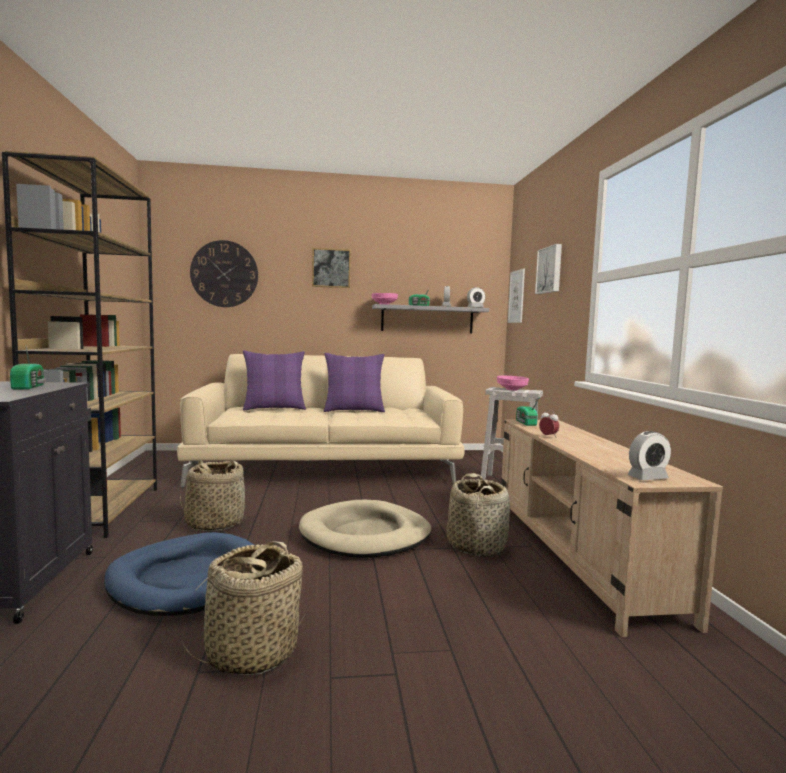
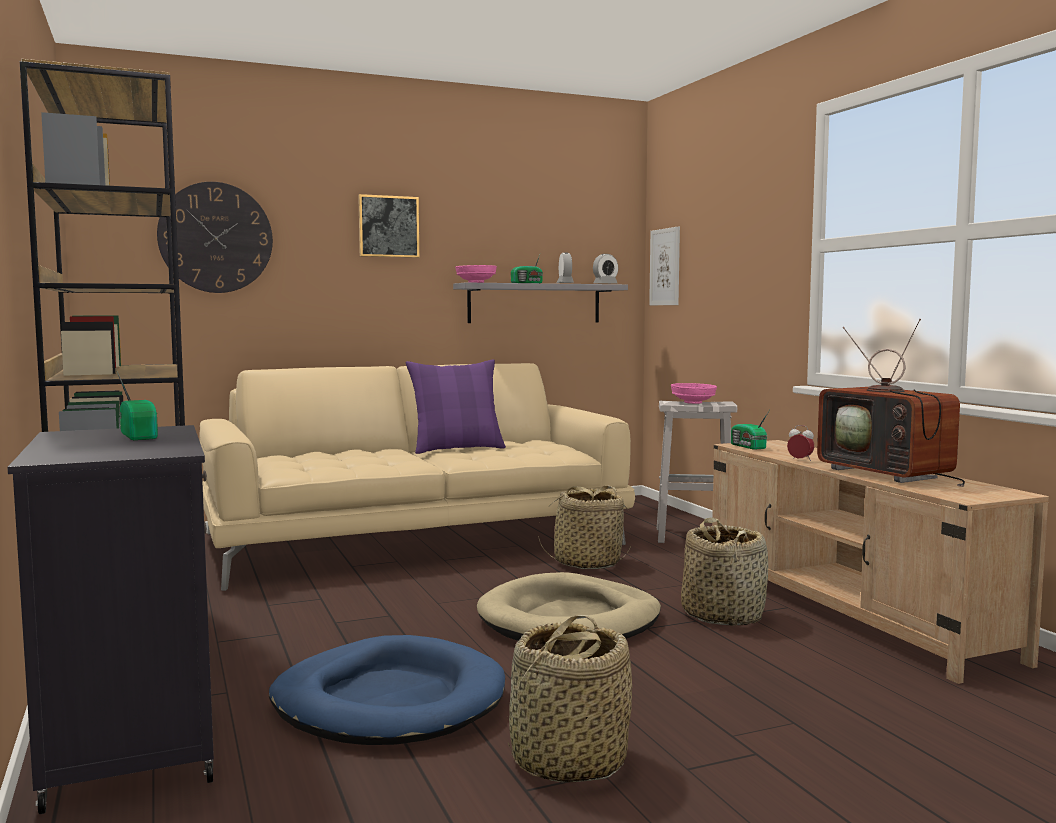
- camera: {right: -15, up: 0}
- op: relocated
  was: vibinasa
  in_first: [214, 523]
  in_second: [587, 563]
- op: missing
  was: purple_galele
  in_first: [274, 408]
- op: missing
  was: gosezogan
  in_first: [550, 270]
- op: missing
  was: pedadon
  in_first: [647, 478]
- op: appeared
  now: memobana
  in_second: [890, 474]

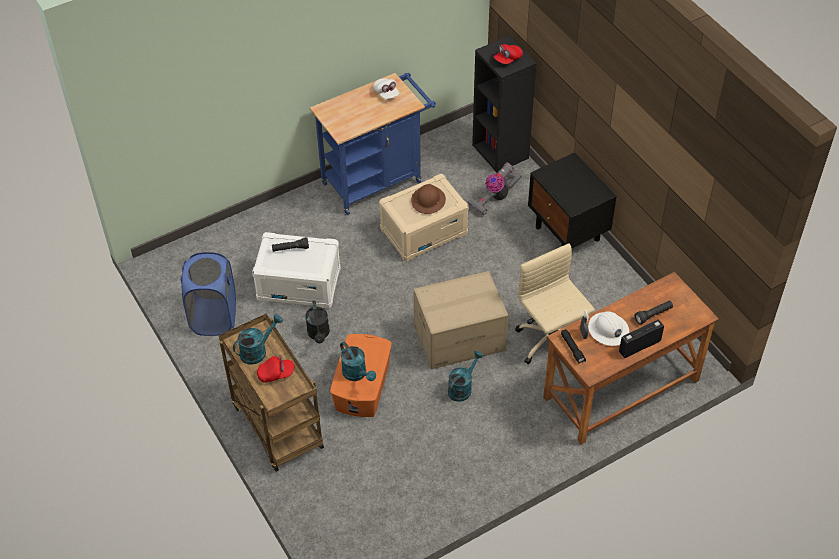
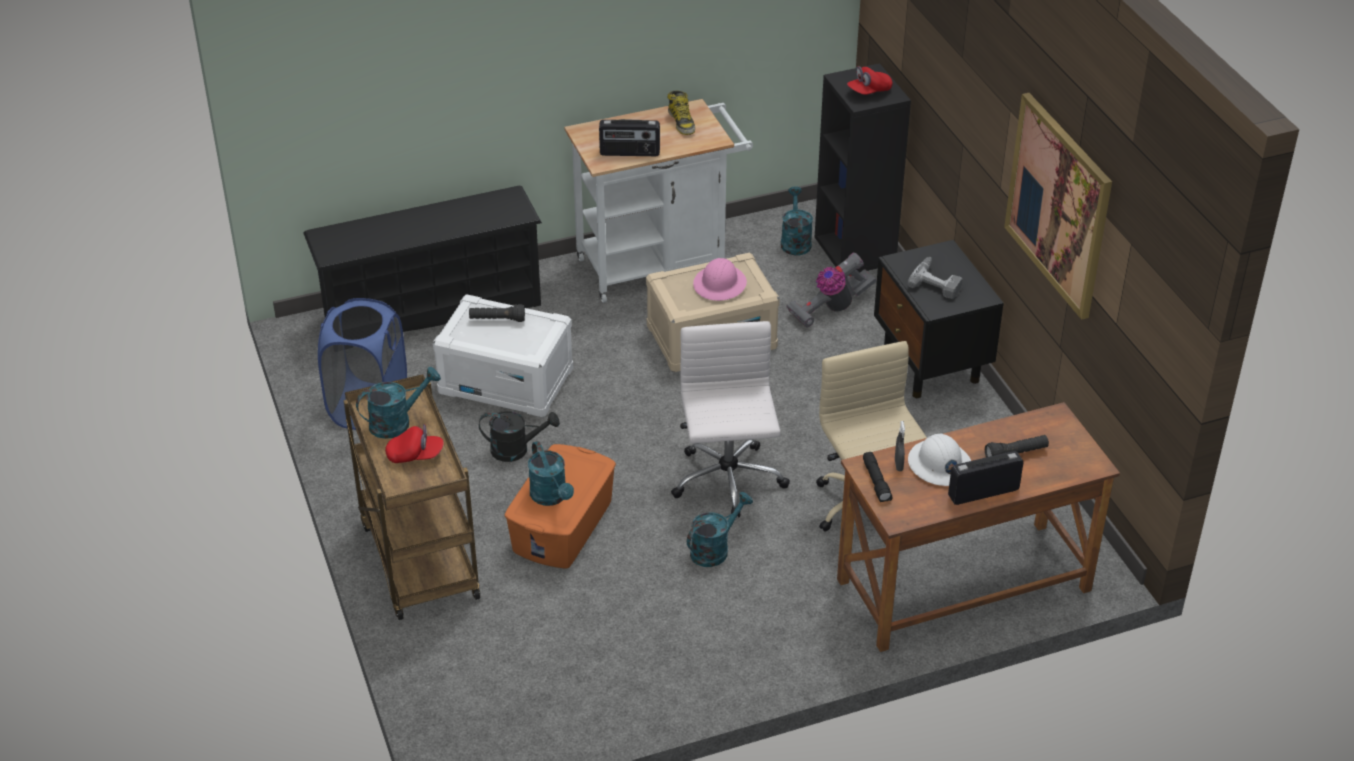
- camera: {right: 10, up: -10}
- op: spun
  was: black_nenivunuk
  in_first: [319, 334]
  in_second: [516, 450]
  clockwise: -90
- op: colour
  was: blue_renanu
  now: white_renanu
  in_first: [377, 180]
  in_second: [659, 264]
- op: exchanged
  was: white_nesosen
  now: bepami
  in_first: [386, 93]
  in_second: [681, 122]
- op: colour
  was: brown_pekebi
  now: pink_pekebi
  in_first: [428, 201]
  in_second: [720, 284]
- op: exchanged
  was: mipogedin
  now: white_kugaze
  in_first: [459, 337]
  in_second: [728, 481]
- op: appeared
  now: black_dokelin
  in_second: [431, 309]
- op: appeared
  now: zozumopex
  in_second: [629, 153]
- op: appeared
  now: turquoise_nenivunuk
  in_second: [795, 241]
- op: appeared
  now: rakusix
  in_second: [937, 282]
- op: appeared
  now: gosezogan
  in_second: [1058, 204]

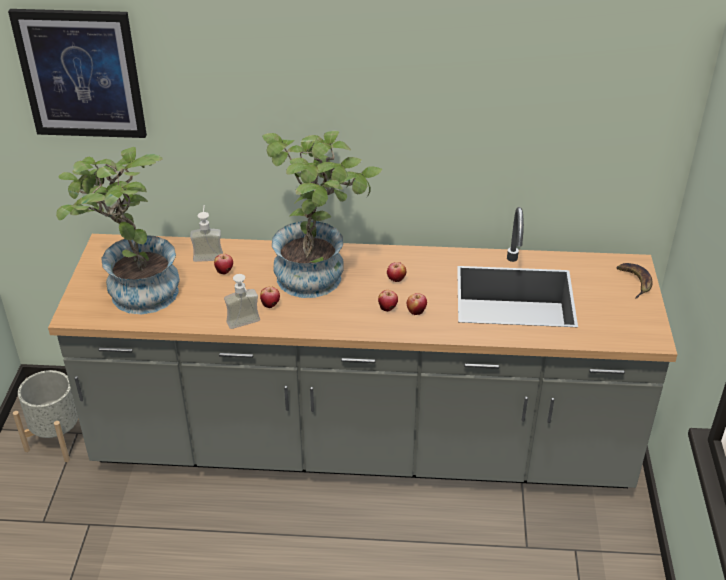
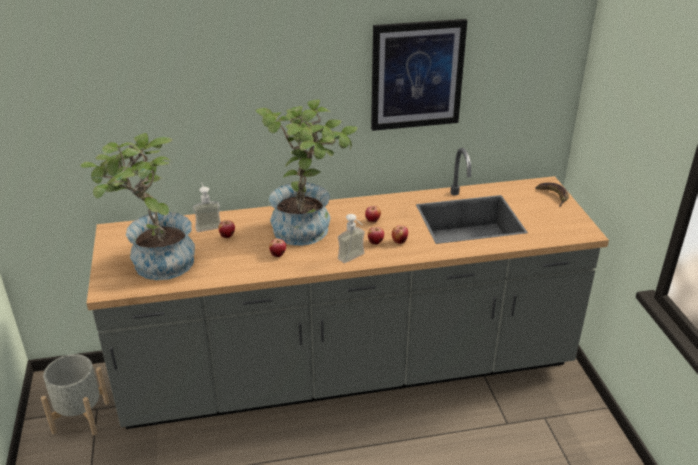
- camera: {right: -15, up: -5}
- op: relocated
  was: gosezogan
  in_first: [81, 74]
  in_second: [417, 75]
- op: relocated
  was: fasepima
  in_first: [245, 325]
  in_second: [354, 259]

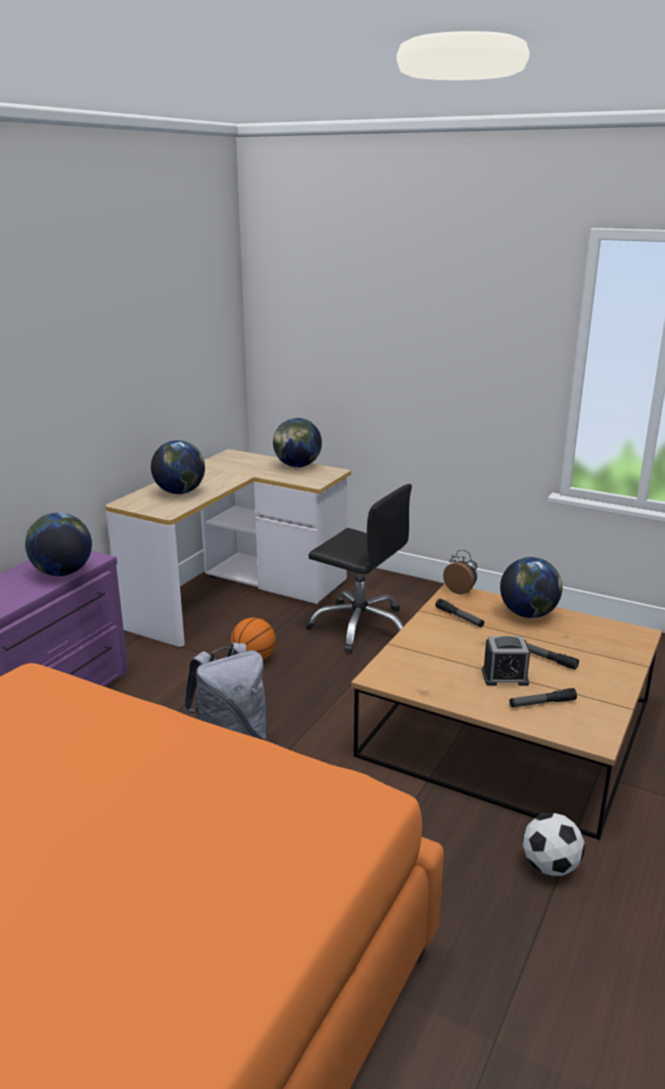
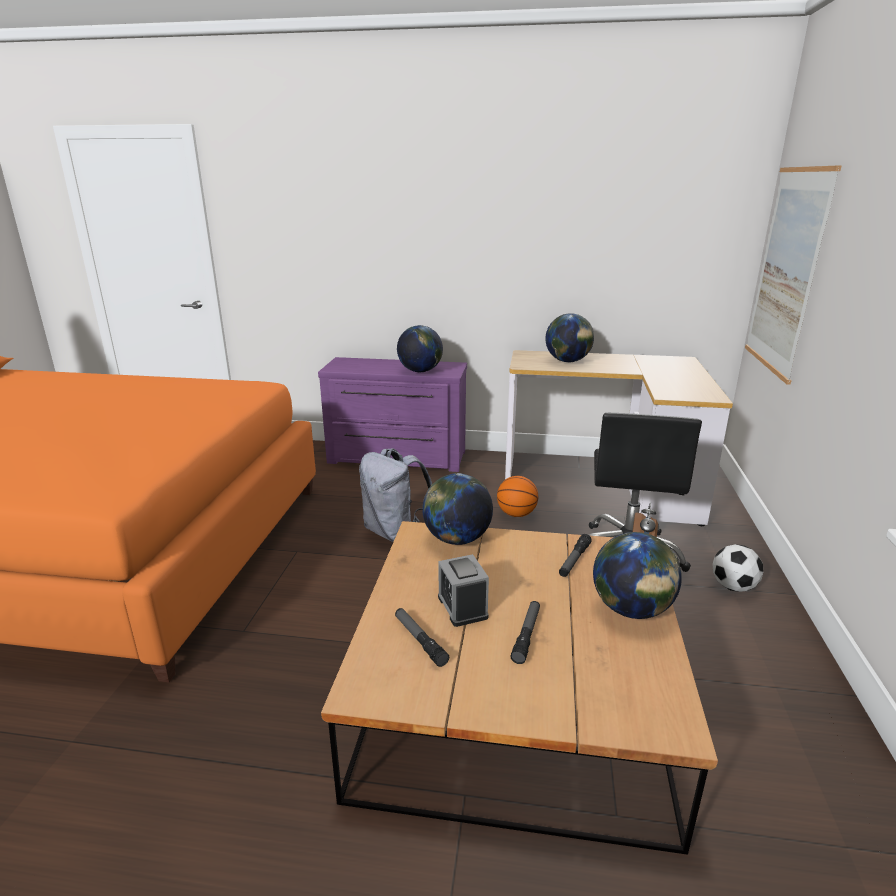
- camera: {right: 70, up: 0}
- op: relocated
  was: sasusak
  in_first: [297, 466]
  in_second: [457, 539]
- op: relocated
  was: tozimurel
  in_first: [550, 866]
  in_second: [733, 587]
- op: appeared
  now: gosezogan
  in_second: [787, 271]

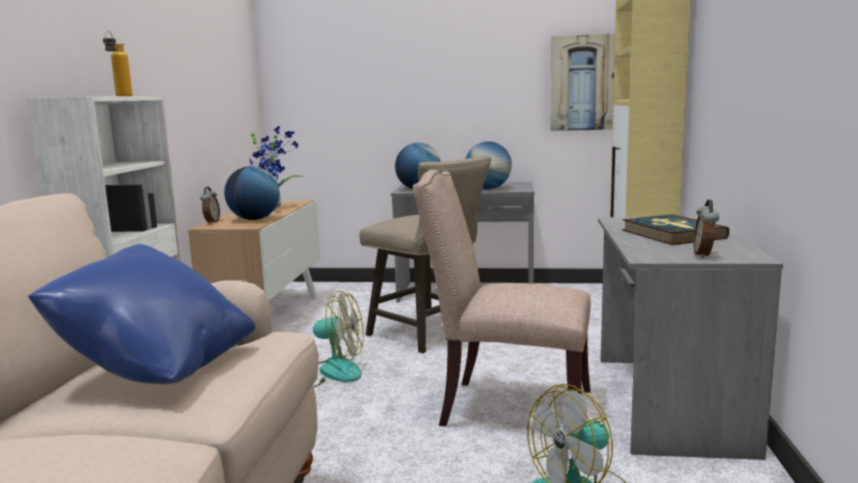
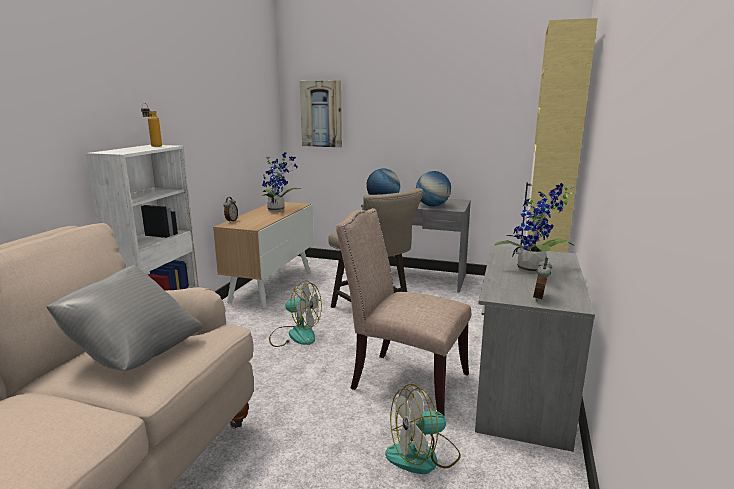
- camera: {right: 10, up: 5}
- op: colour
  was: blue_galele
  now: grey_galele
  in_first: [157, 367]
  in_second: [133, 351]
- op: missing
  was: sasusak
  in_first: [254, 219]
- op: relocated
  was: gosezogan
  in_first: [581, 83]
  in_second: [321, 114]
- op: exchanged
  was: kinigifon
  now: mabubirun
  in_first: [672, 234]
  in_second: [533, 271]

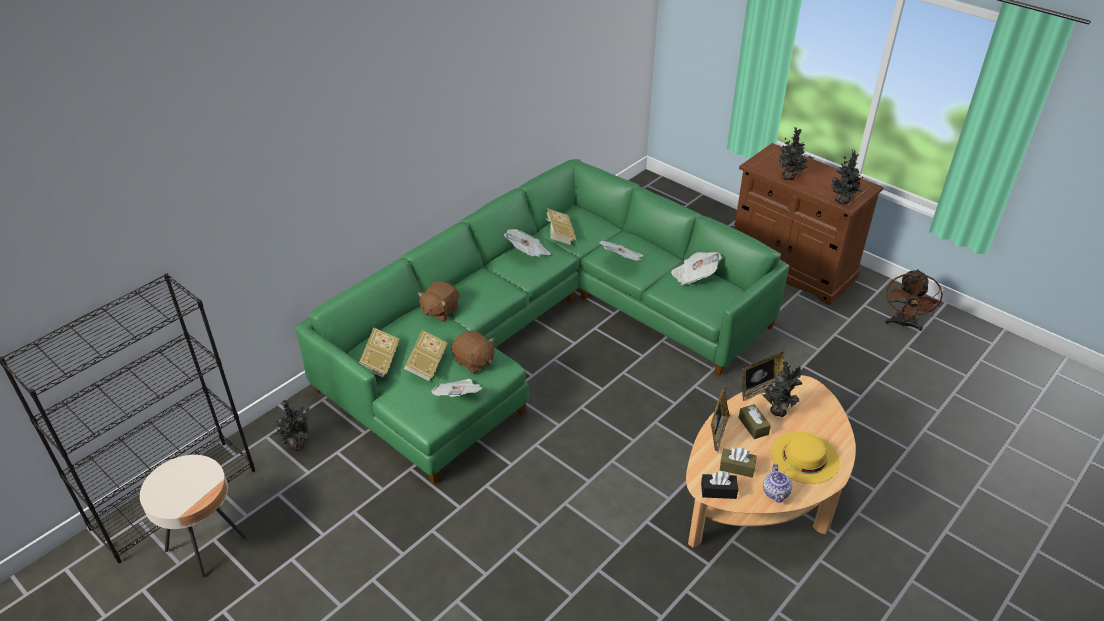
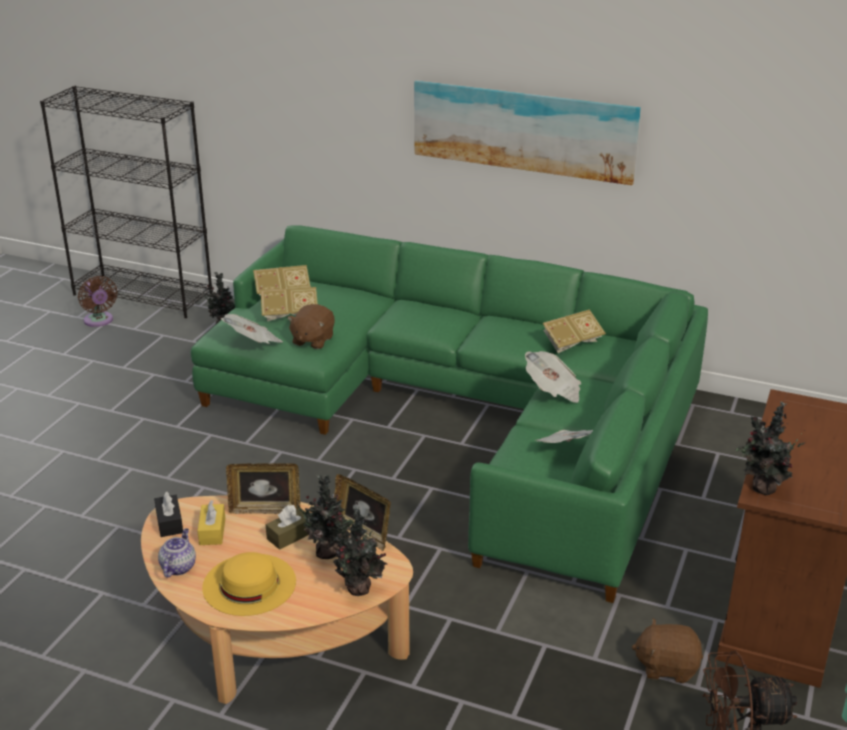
- camera: {right: 70, up: -10}
- op: exchanged
  was: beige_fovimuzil
  now: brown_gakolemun
  in_first: [206, 544]
  in_second: [99, 321]
- op: relocated
  was: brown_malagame
  in_first: [440, 311]
  in_second: [666, 666]
- op: missing
  was: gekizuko
  in_first: [527, 253]
- op: colour
  was: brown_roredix
  now: yellow_roredix
  in_first: [737, 467]
  in_second: [212, 531]
- op: spun
  was: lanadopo
  in_first: [776, 493]
  in_second: [178, 567]
  clockwise: 120
- op: relocated
  was: mabubirun
  in_first: [789, 177]
  in_second: [359, 590]
- op: appeared
  now: gosezogan
  in_second: [523, 130]

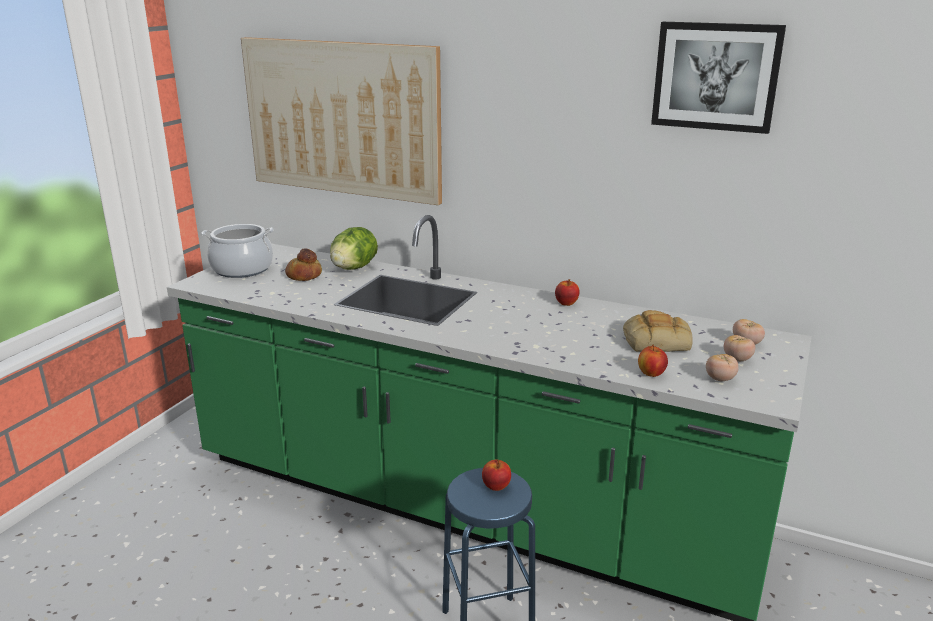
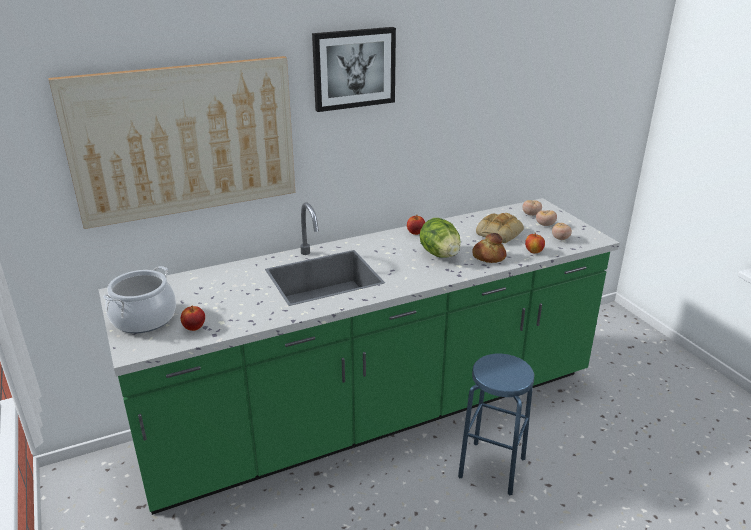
- camera: {right: -50, up: 5}
- op: relocated
  was: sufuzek
  in_first: [303, 275]
  in_second: [488, 257]
- op: relocated
  was: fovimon
  in_first: [353, 268]
  in_second: [440, 254]
- op: relocated
  was: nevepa
  in_first: [496, 486]
  in_second: [194, 327]
- op: relocated
  was: gosezogan
  in_first: [716, 76]
  in_second: [354, 68]

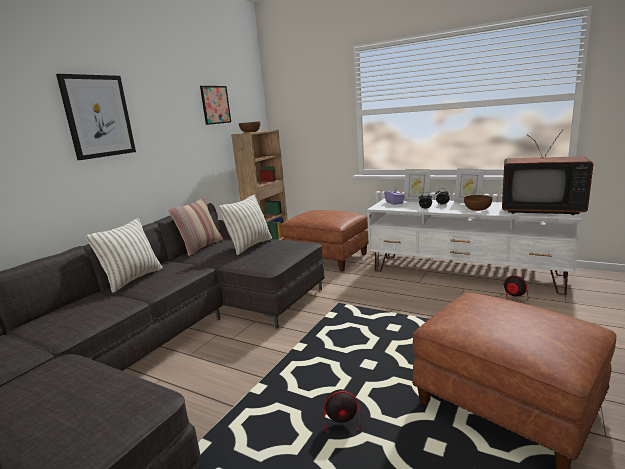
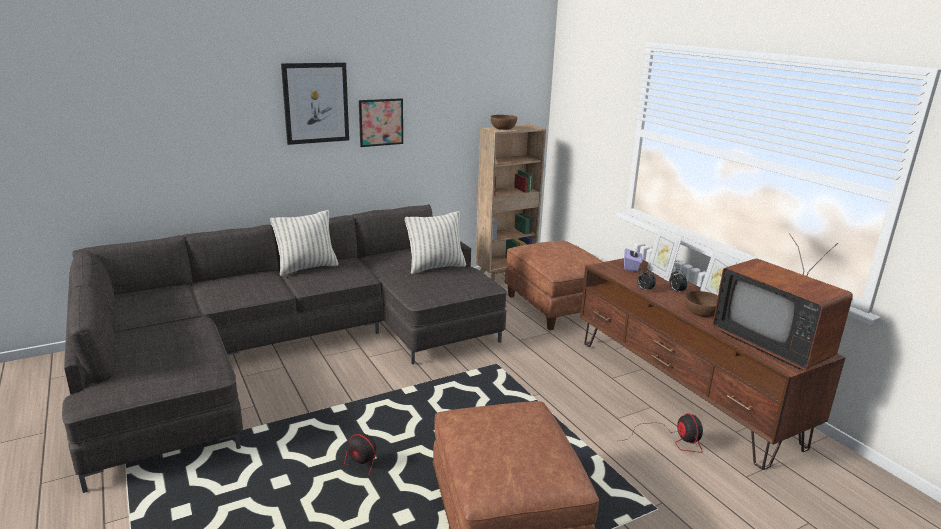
- camera: {right: 30, up: 5}
- op: missing
  was: galele
  in_first: [201, 247]
- op: relocated
  was: gosezogan
  in_first: [215, 105]
  in_second: [381, 122]
- op: colour
  was: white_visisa
  now: brown_visisa
  in_first: [464, 273]
  in_second: [683, 390]

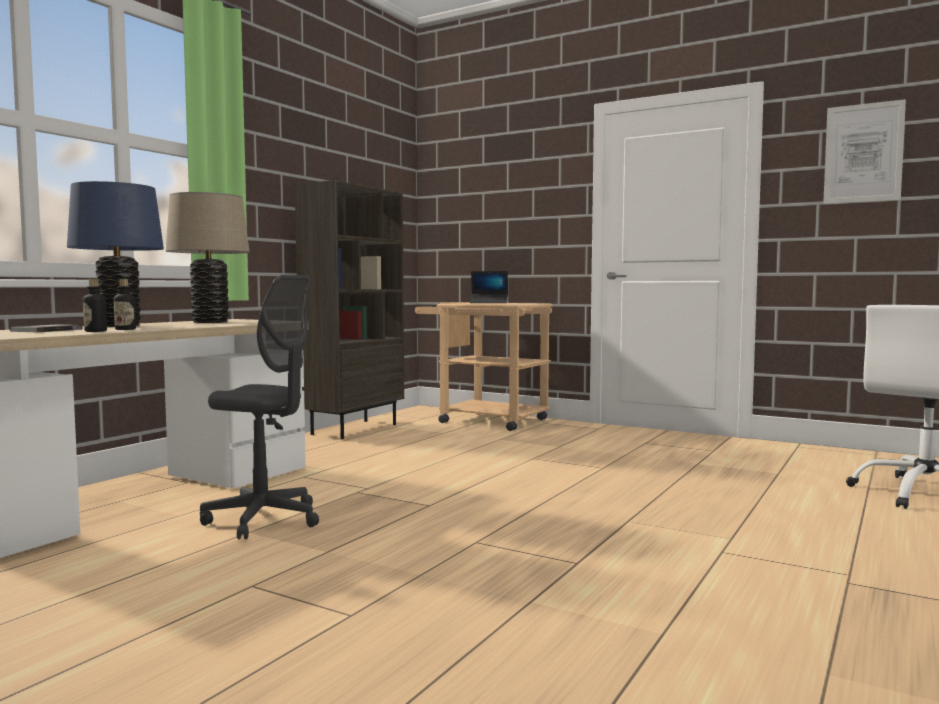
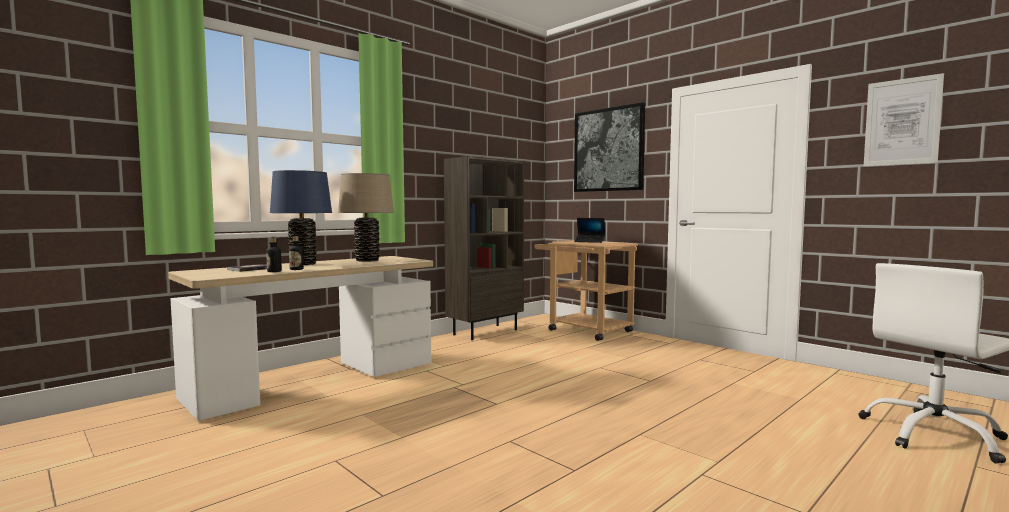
- camera: {right: 15, up: 0}
- op: missing
  was: grey_kugaze
  in_first: [264, 520]
- op: appeared
  now: gosezogan
  in_second: [608, 150]

